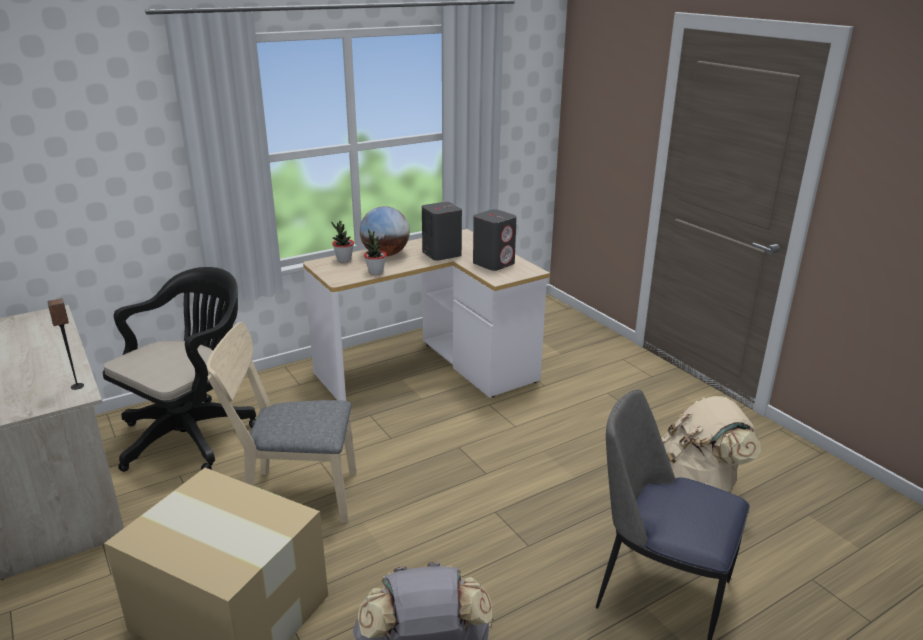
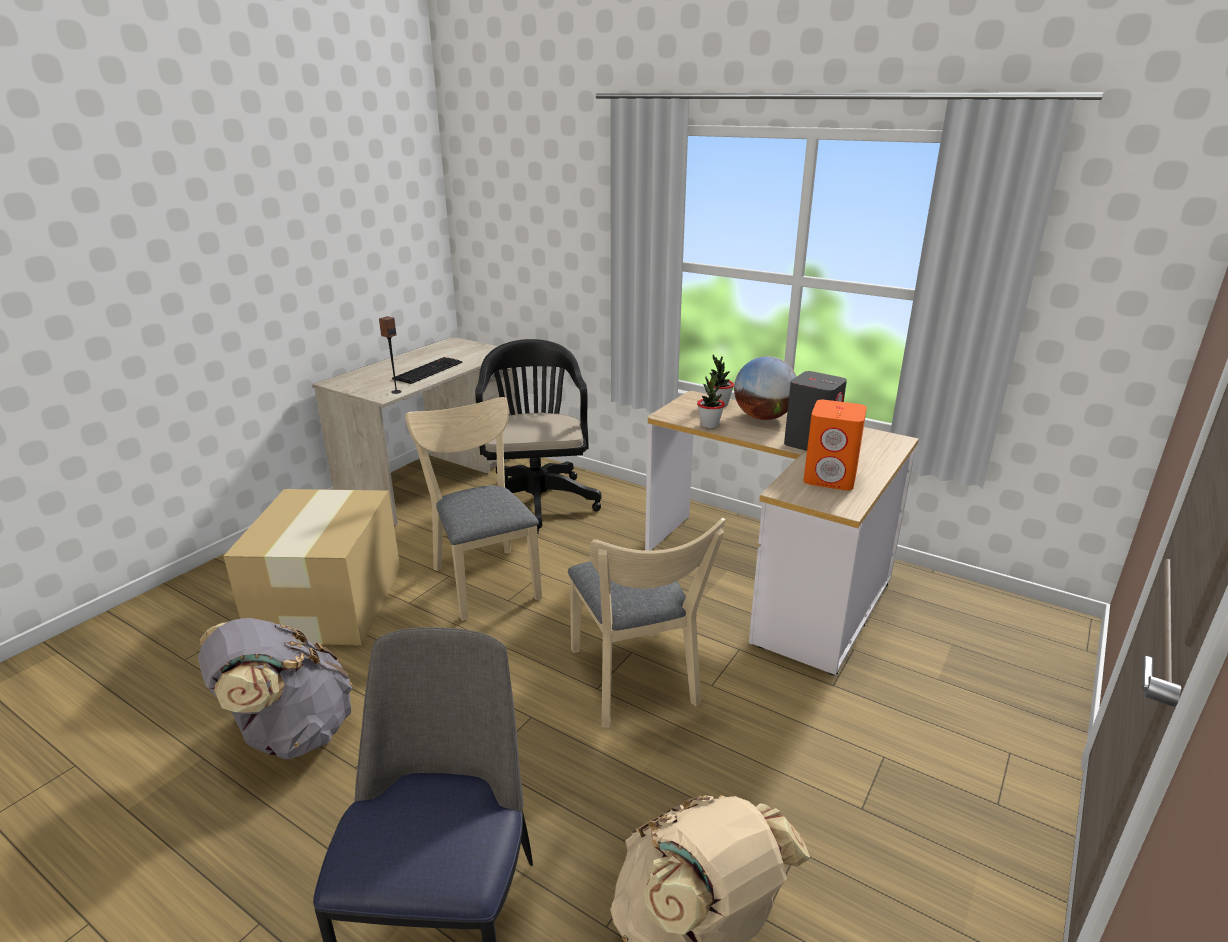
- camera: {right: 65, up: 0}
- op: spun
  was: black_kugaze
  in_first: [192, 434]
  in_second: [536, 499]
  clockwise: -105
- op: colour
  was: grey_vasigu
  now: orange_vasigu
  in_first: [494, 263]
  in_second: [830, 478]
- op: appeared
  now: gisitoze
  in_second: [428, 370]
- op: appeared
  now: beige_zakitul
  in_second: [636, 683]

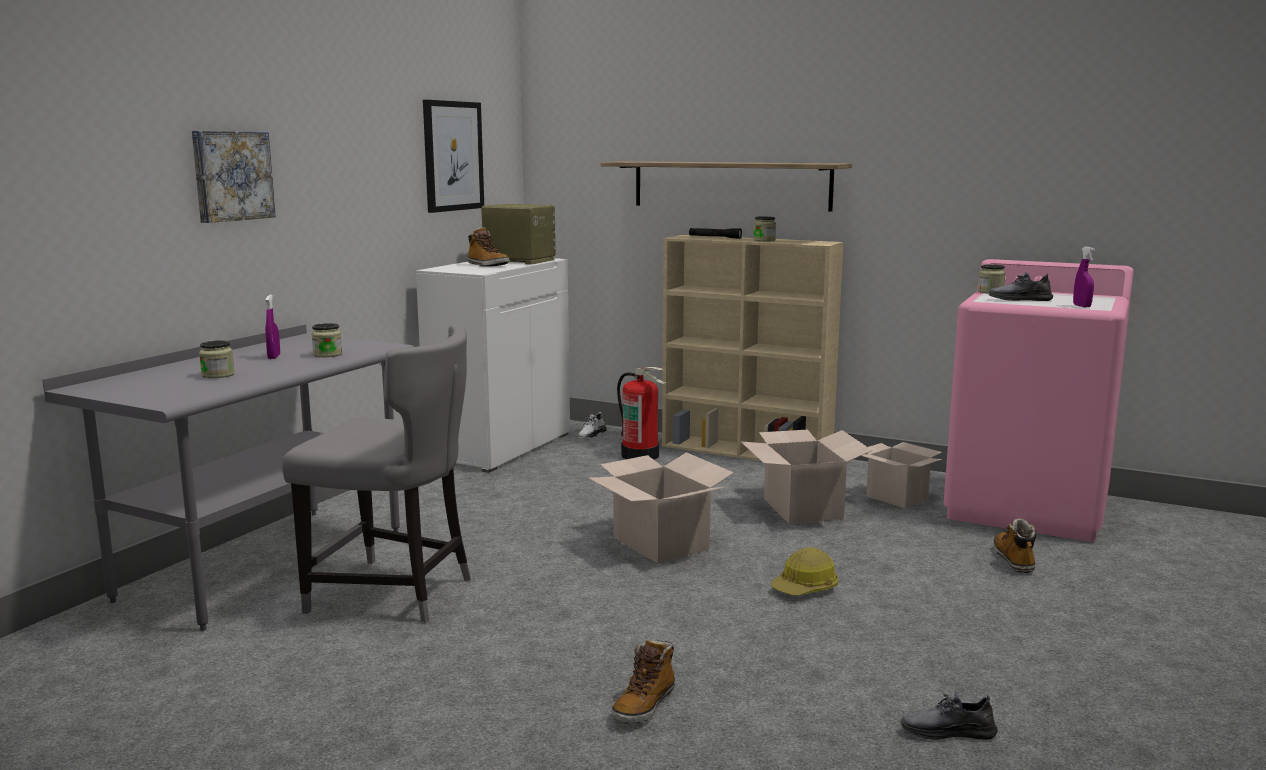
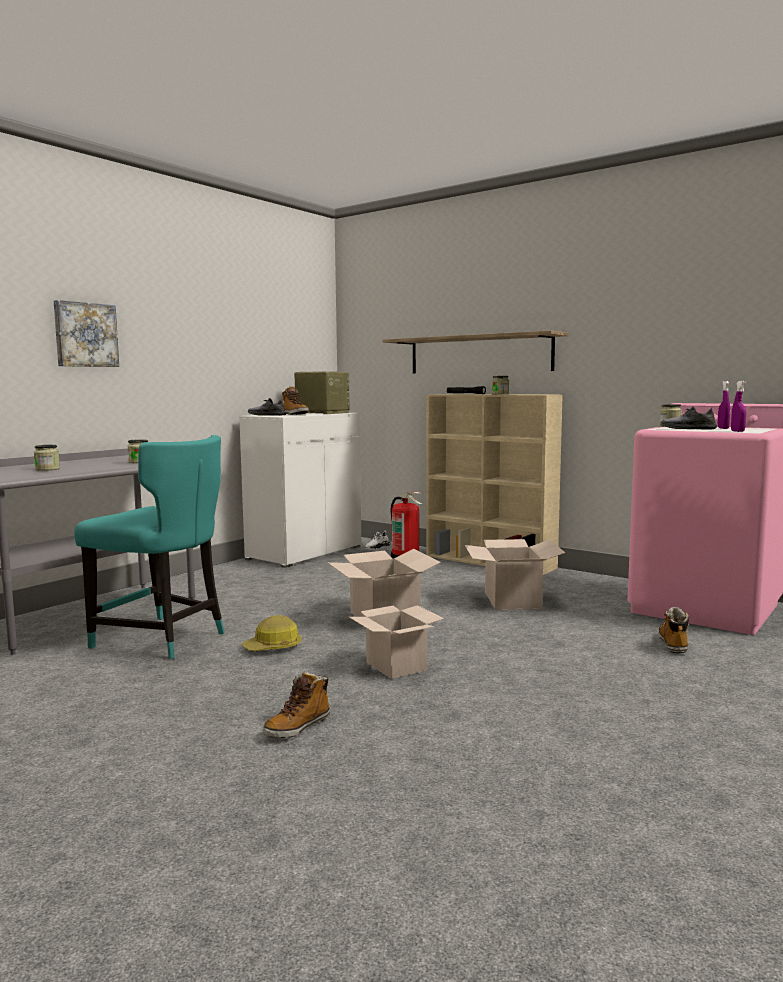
- camera: {right: 10, up: -5}
- op: relocated
  was: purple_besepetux
  in_first: [274, 357]
  in_second: [723, 428]
- op: colour
  was: grey_zakitul
  now: turquoise_zakitul
  in_first: [395, 593]
  in_second: [163, 639]
- op: missing
  was: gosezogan
  in_first: [452, 156]
- op: relocated
  was: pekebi
  in_first: [805, 588]
  in_second: [273, 647]
- op: relocated
  was: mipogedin
  in_first: [898, 498]
  in_second: [397, 666]
- op: relocated
  was: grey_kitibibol
  in_first: [947, 731]
  in_second: [267, 415]

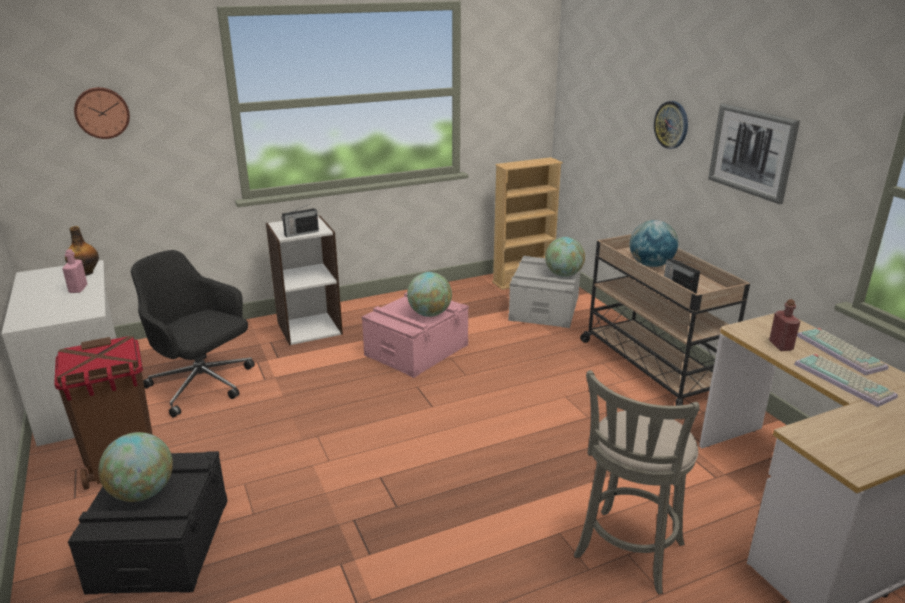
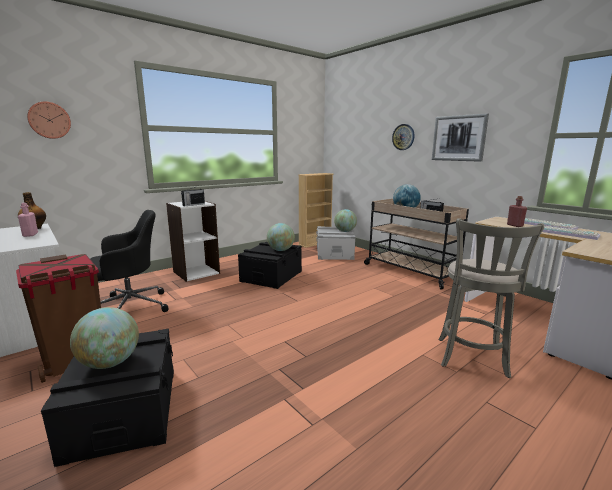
- camera: {right: -15, up: -10}
- op: spun
  was: black_kugaze
  in_first: [203, 385]
  in_second: [129, 307]
  clockwise: 135
- op: colour
  was: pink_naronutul
  now: black_naronutul
  in_first: [416, 350]
  in_second: [271, 276]

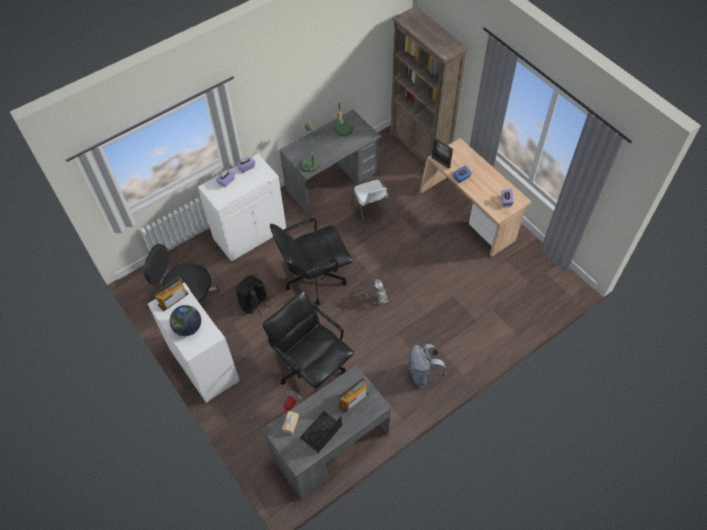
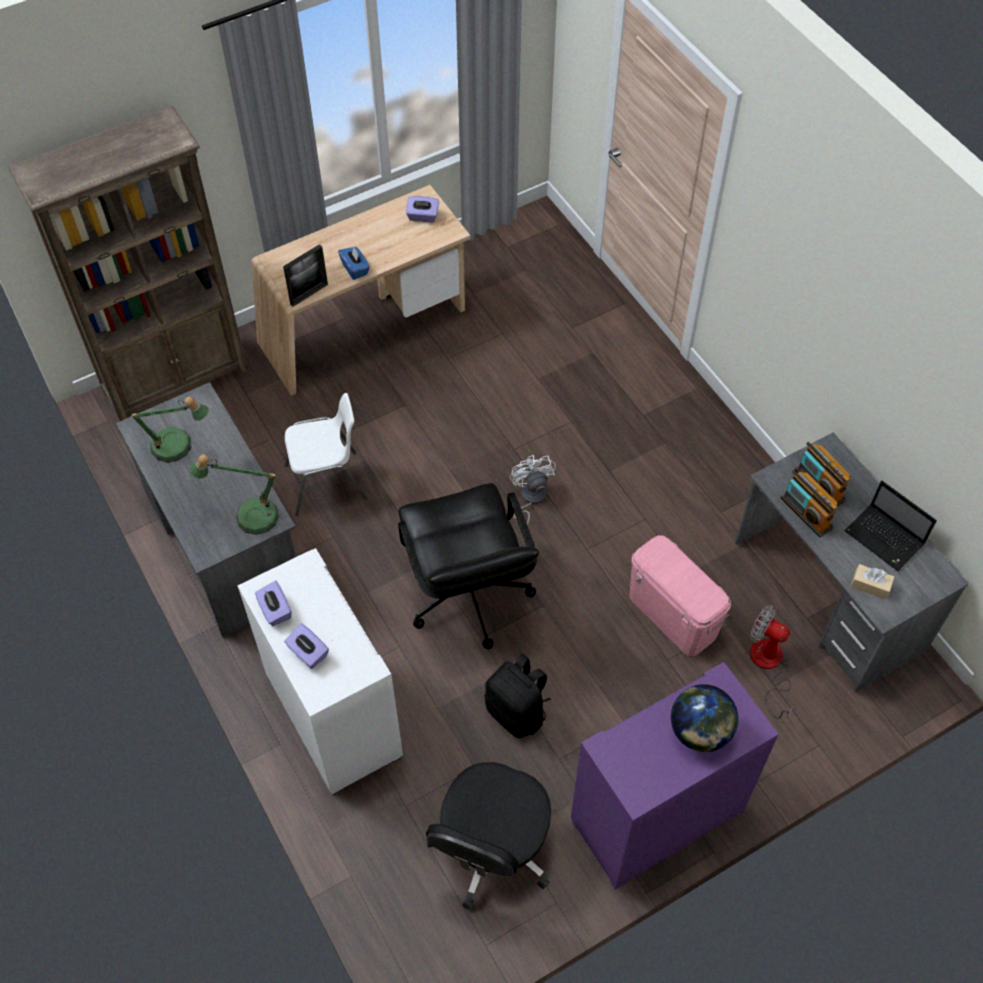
- camera: {right: -85, up: 0}
- op: colour
  was: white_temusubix
  now: purple_temusubix
  in_first: [203, 365]
  in_second: [657, 817]
- op: relocated
  was: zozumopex
  in_first: [173, 299]
  in_second: [806, 513]
- op: exchanged
  was: black_kugaze
  now: pink_naronutul
  in_first: [312, 368]
  in_second: [672, 614]
- op: missing
  was: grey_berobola
  in_first: [423, 374]

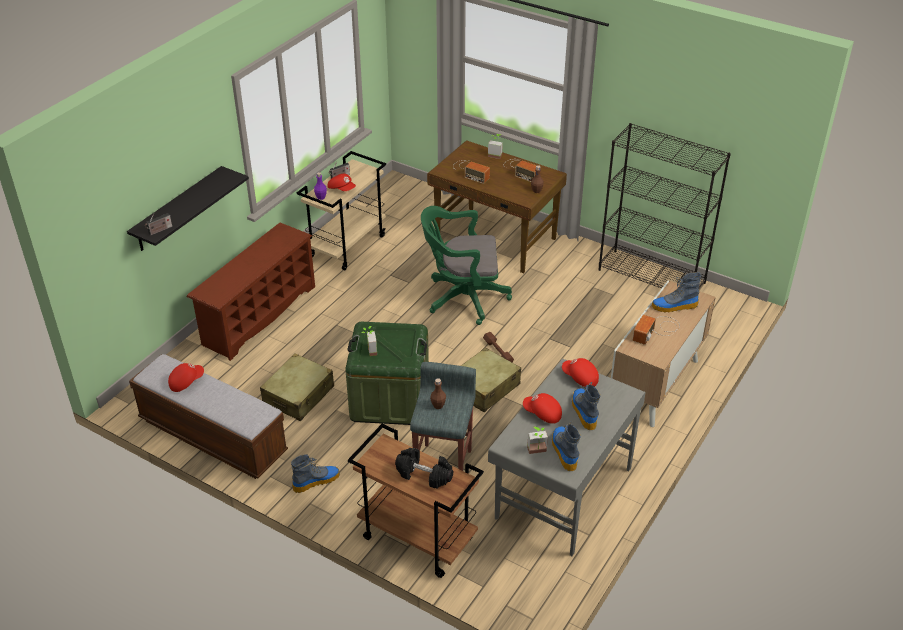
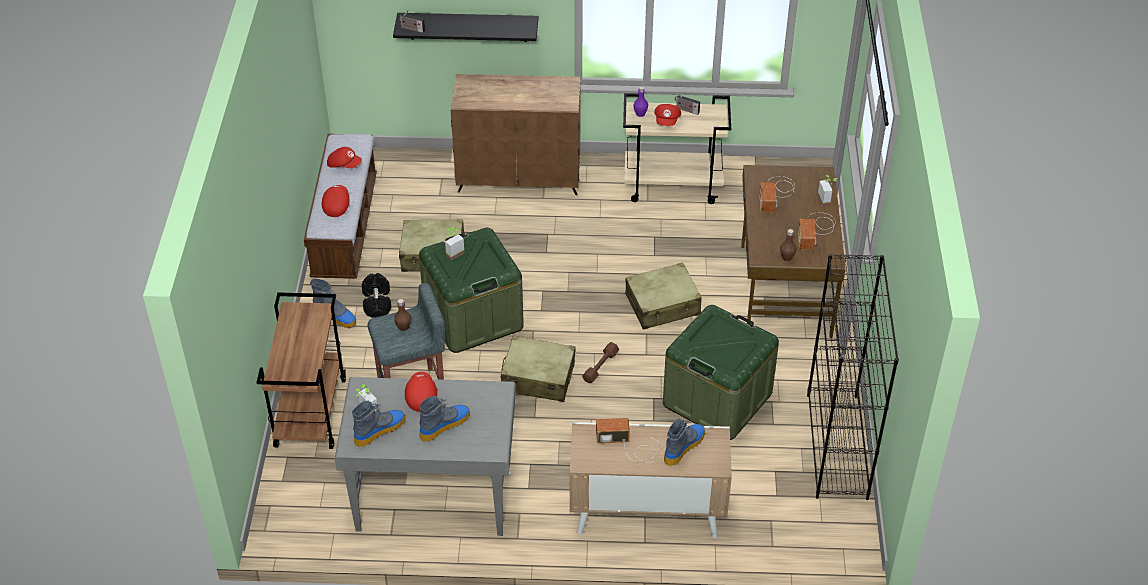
- camera: {right: 60, up: 5}
- op: exchanged
  was: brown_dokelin
  now: brown_temusubix
  in_first: [258, 315]
  in_second: [519, 177]
- op: relocated
  was: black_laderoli
  in_first: [424, 475]
  in_second: [377, 303]
- op: exchanged
  was: green_kugaze
  now: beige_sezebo
  in_first: [462, 298]
  in_second: [663, 305]
- op: relocated
  was: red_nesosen
  in_first: [580, 378]
  in_second: [336, 205]
- op: spun
  was: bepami
  in_first: [674, 306]
  in_second: [683, 447]
  clockwise: 75
- op: appeared
  now: green_naronutul
  in_second: [717, 399]

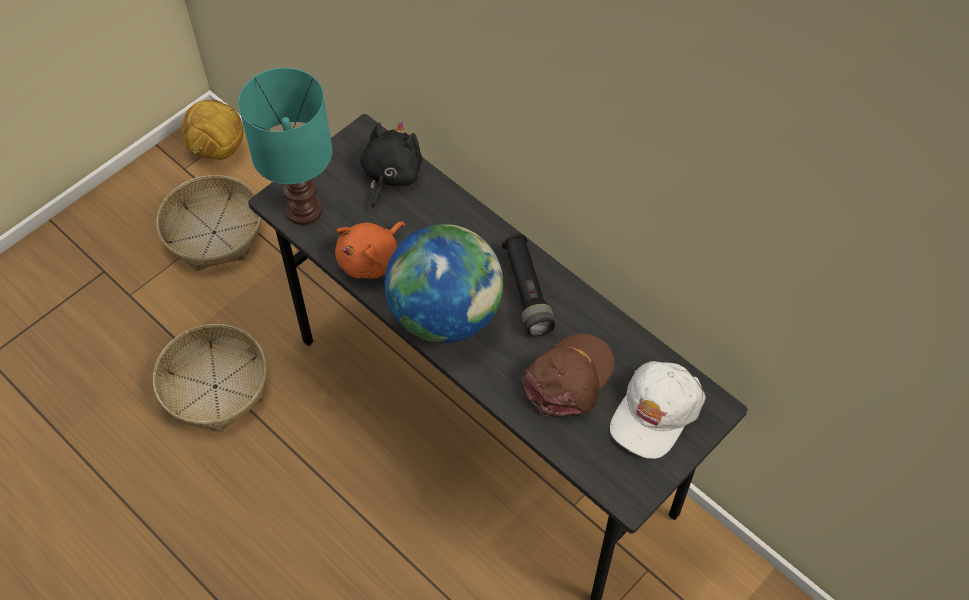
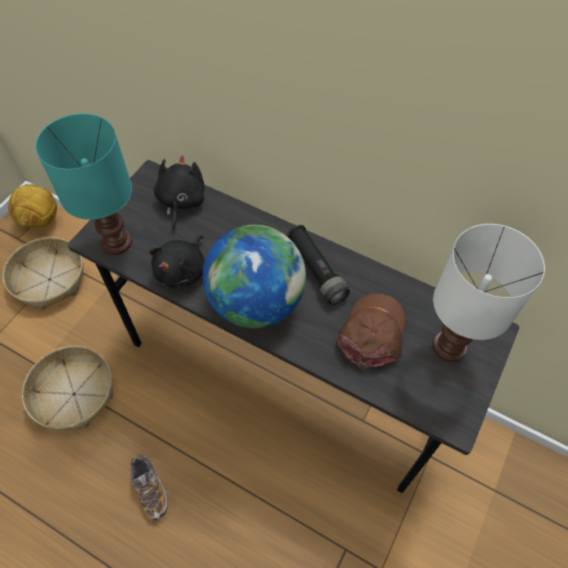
- camera: {right: -15, up: 0}
- op: colour
  was: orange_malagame
  now: black_malagame
  in_first: [372, 260]
  in_second: [183, 271]
- op: exchanged
  was: white_nesosen
  now: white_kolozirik
  in_first: [655, 412]
  in_second: [450, 345]
- op: appeared
  now: kitibibol
  in_second: [150, 488]

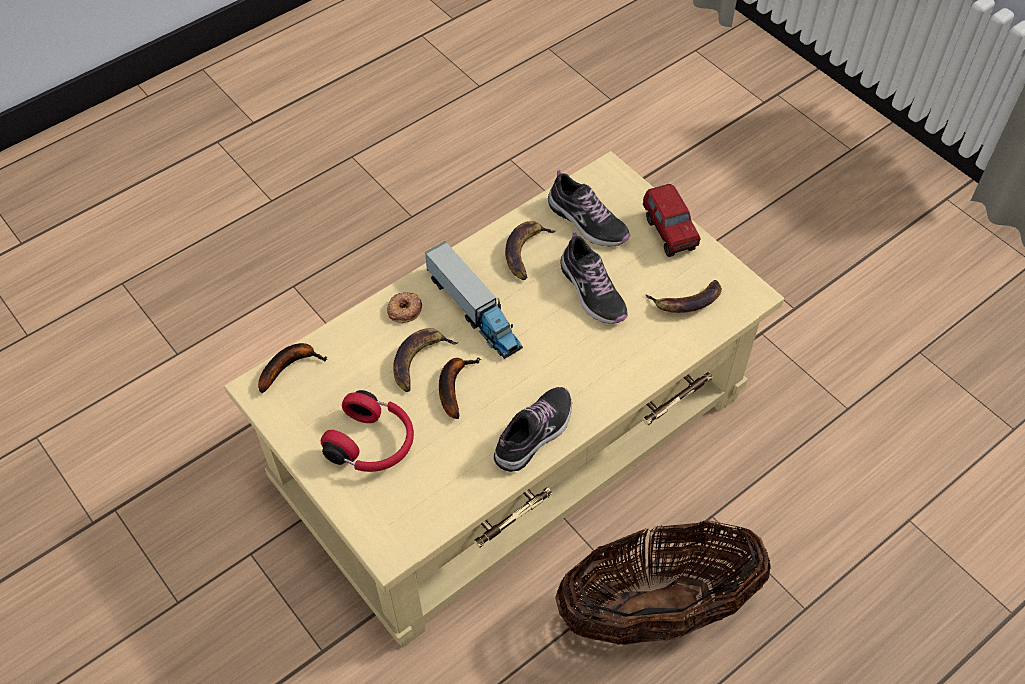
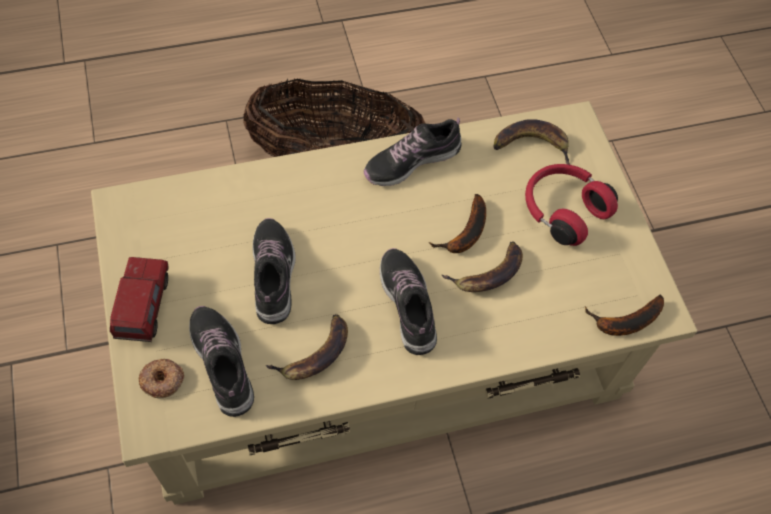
- camera: {right: -160, up: 5}
- op: relocated
  was: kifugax
  in_first: [404, 309]
  in_second: [162, 380]
- op: exchanged
  was: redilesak
  now: kitibibol
  in_first: [474, 311]
  in_second: [408, 305]
- op: relocated
  was: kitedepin
  in_first: [687, 302]
  in_second: [532, 145]

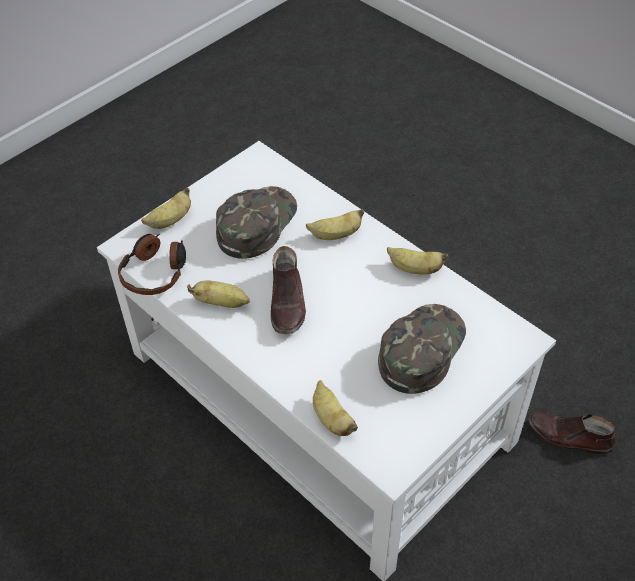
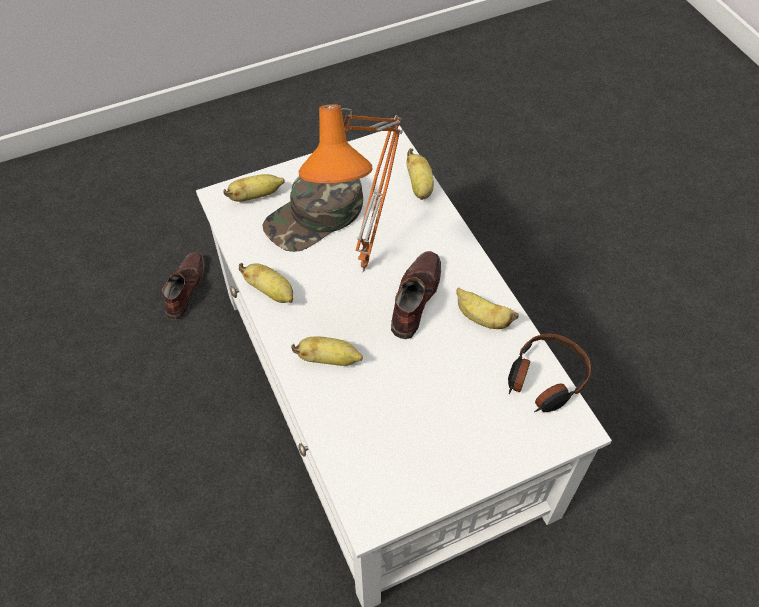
- camera: {right: -160, up: 5}
- op: relocated
  was: kitedepin
  in_first: [170, 221]
  in_second: [256, 196]
- op: missing
  was: green_nesosen
  in_first: [256, 223]
- op: spun
  was: brown_kitibibol
  in_first: [569, 437]
  in_second: [185, 288]
  clockwise: -120
- op: appeared
  now: orange_kolozirik
  in_second: [368, 270]

